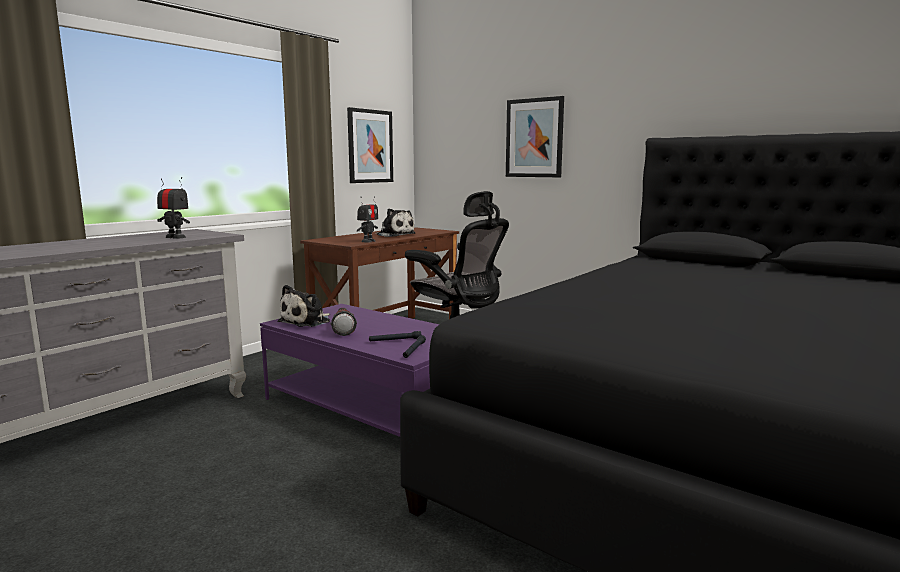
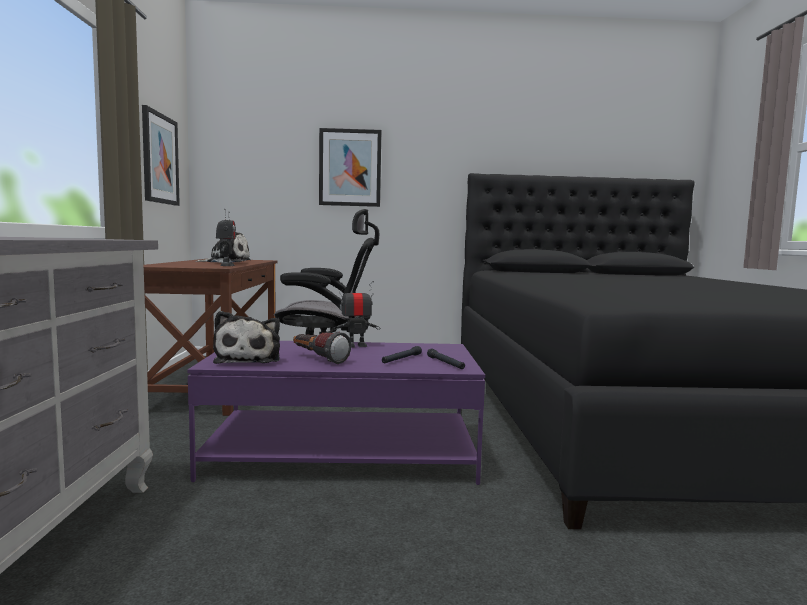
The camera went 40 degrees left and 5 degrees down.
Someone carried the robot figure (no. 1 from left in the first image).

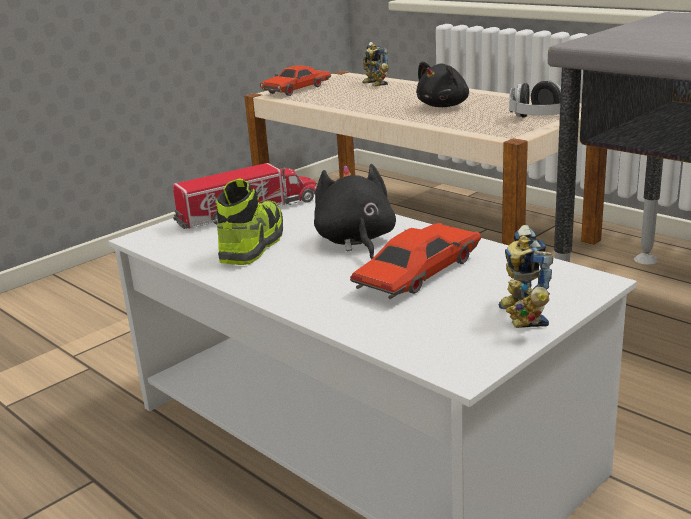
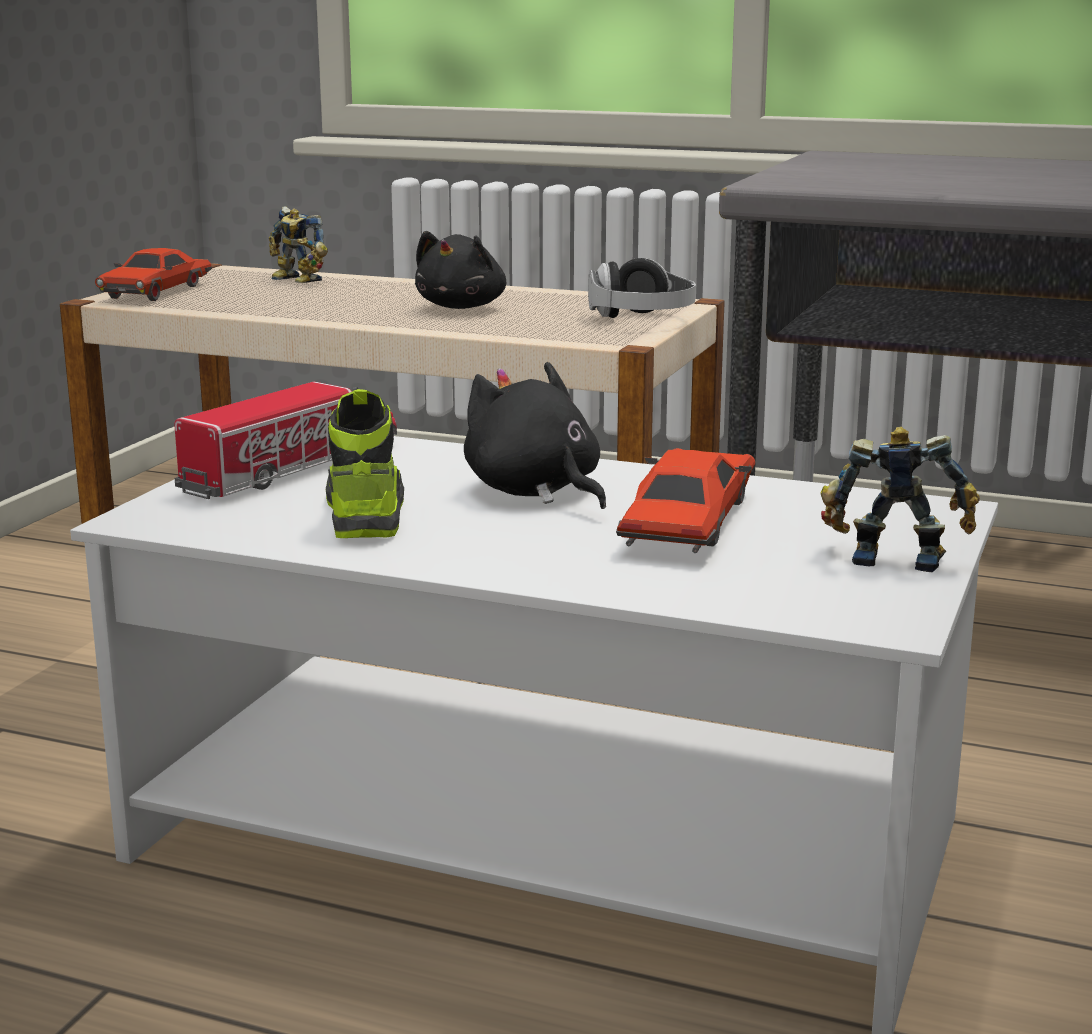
The camera went 25 degrees left and 5 degrees down.
Someone rotated the robot figure (no. 2 from left) by 135 degrees clockwise.

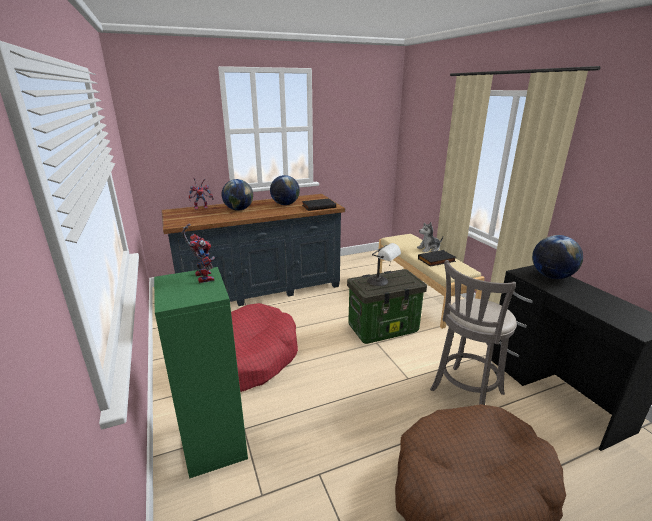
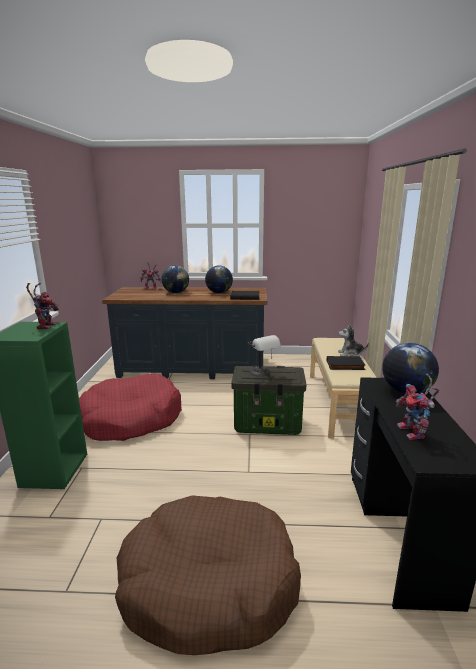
The camera went 25 degrees right and 5 degrees down.
Someone took away the stool in grey.
Someone put down the robot figure (no. 3 from left).

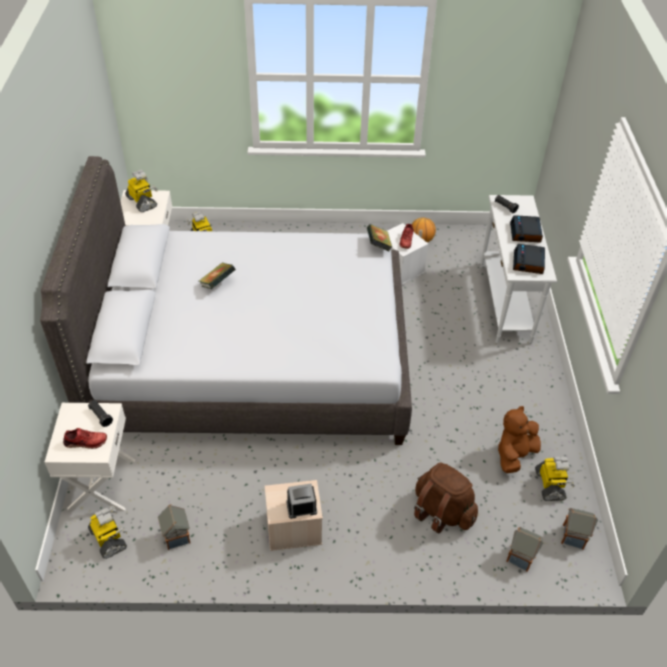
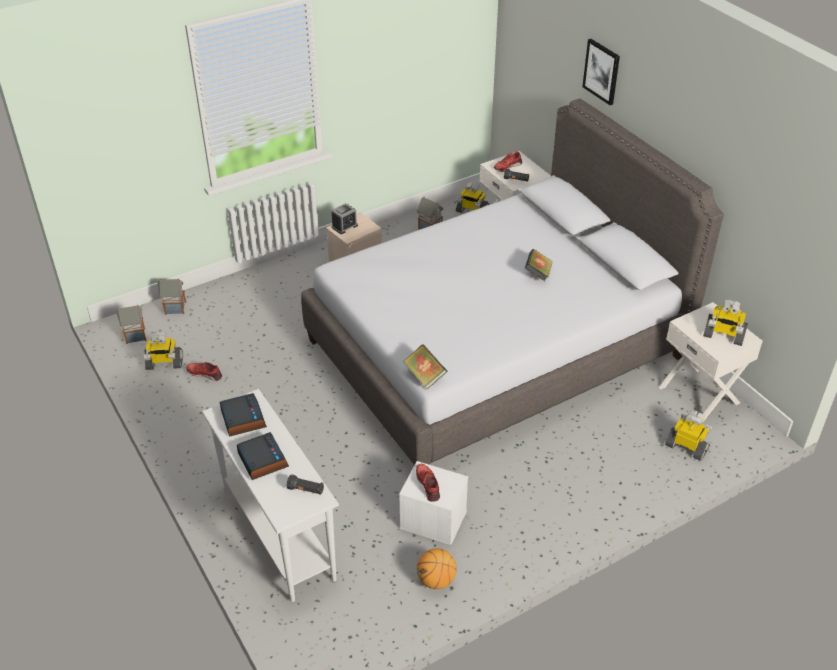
The camera went 150 degrees right and 5 degrees down.
Someone took away the rucksack in brown.
Someone put up the wall picture.
Someone swapped the plush toy in brown for the shoe in red (no. 1 from left).
Someone rotated the robot figure (no. 4 from left in the first image) by 60 degrees counterclockwise.

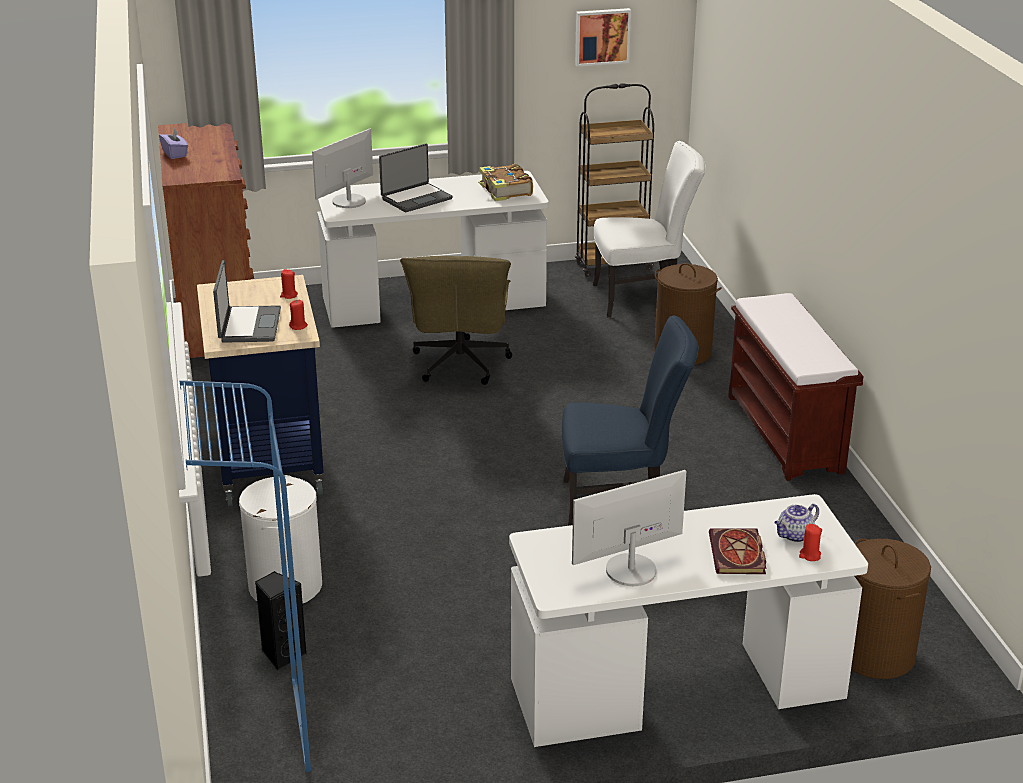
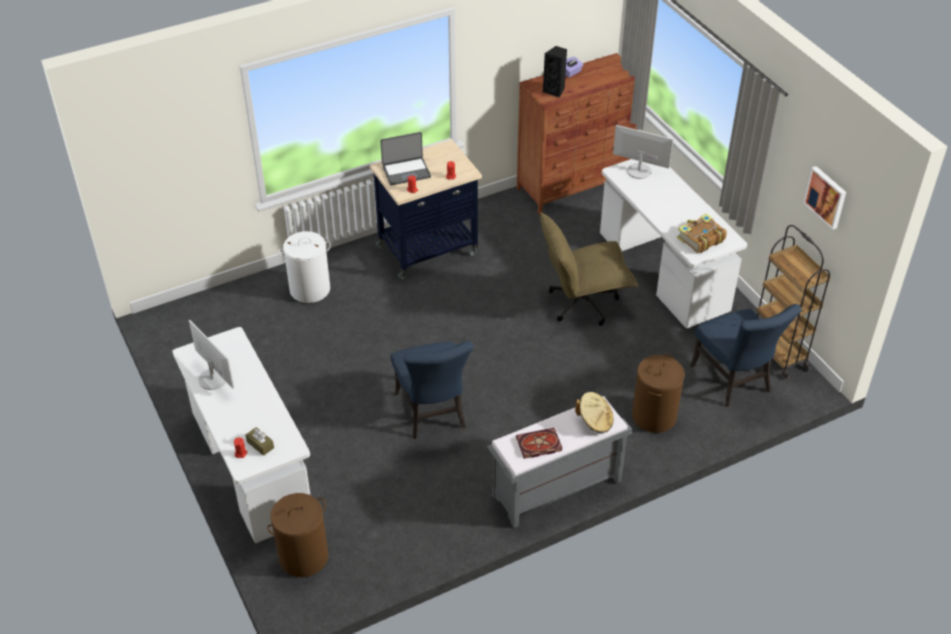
The camera went 75 degrees right and 15 degrees up.
Someone took away the garment rack in blue.
Someone took away the laptop (no. 2 from left).
Someone put down the wearable hat in beige-coloured.
Someone carried the loudspeaker in black-coloured.
Someone carried the volume (no. 2 from left in the first image).
Someone swapped the tea pot for the tissue box in brown.
Someone repainted the chair in white-coloured, which became the chair in blue (no. 2 from left).
Someone repainted the bench in brown, which became the bench in grey.

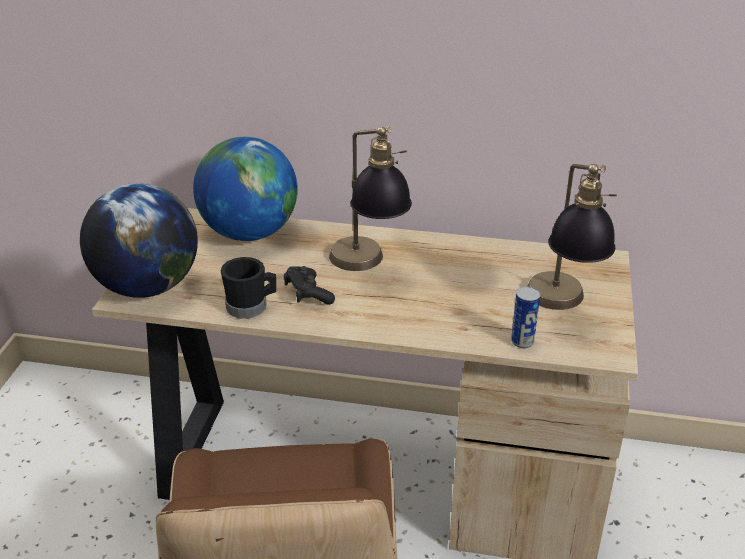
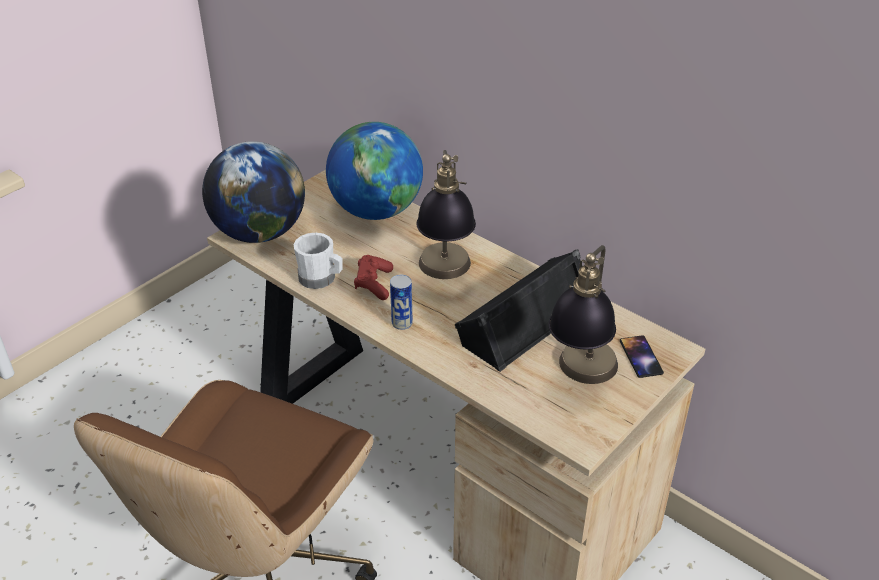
The camera went 30 degrees right and 5 degrees up.
Someone put down the loudspeaker in black-coloured.
Someone put down the telephone.
Someone carried the metal can.
Someone repainted the coffee mug in black-coloured, which became the coffee mug in white-coloured.
Someone repainted the joypad in black-coloured, which became the joypad in red.

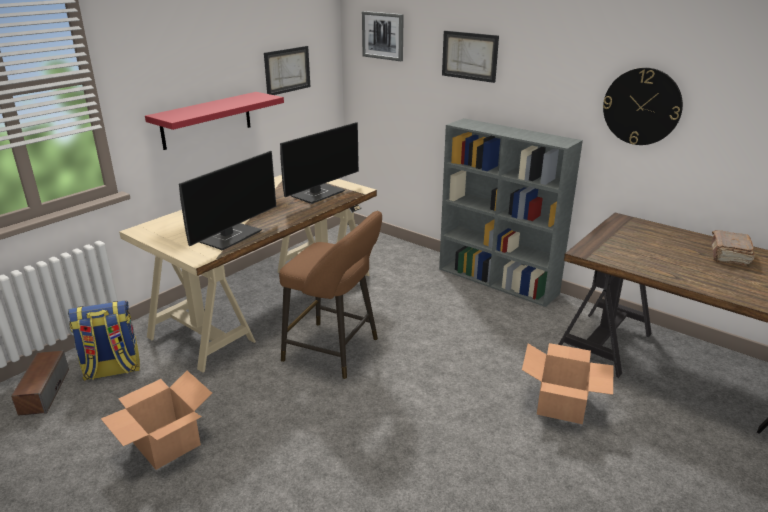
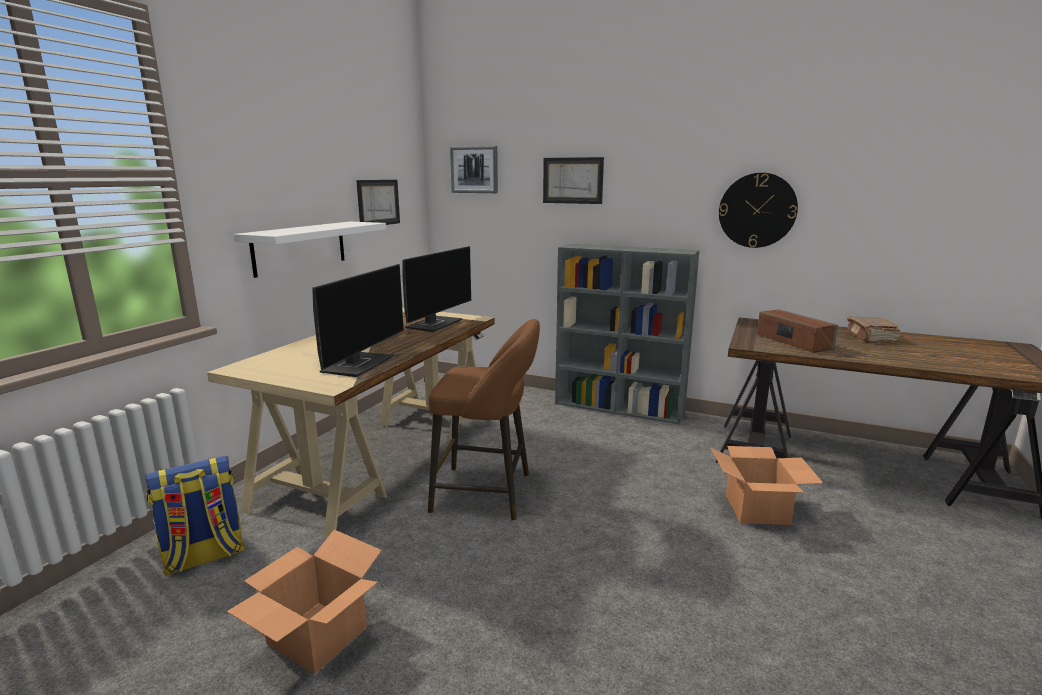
The camera went 15 degrees left and 10 degrees down.
Someone carried the loudspeaker.
Someone repainted the wall shelf in red, which became the wall shelf in white-coloured.

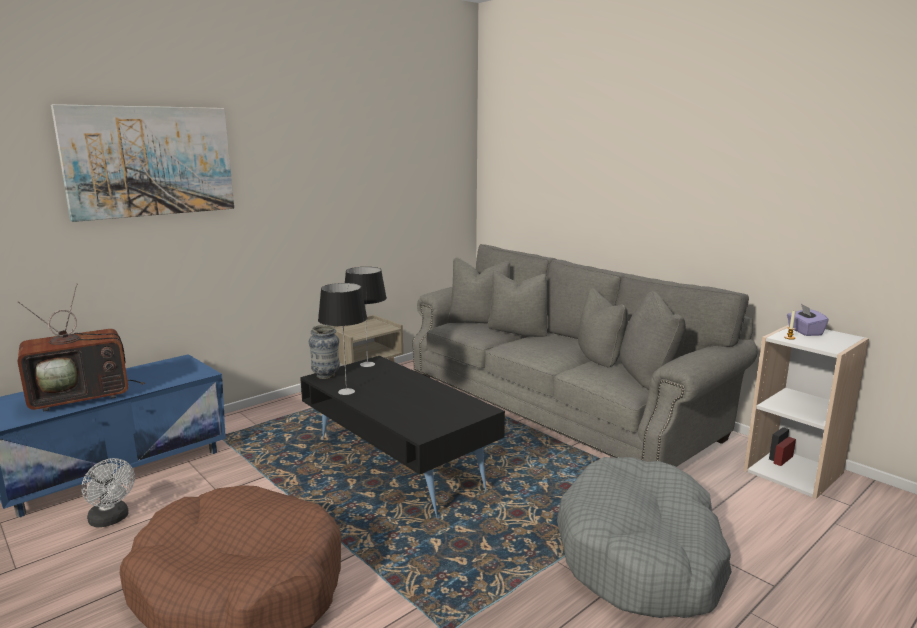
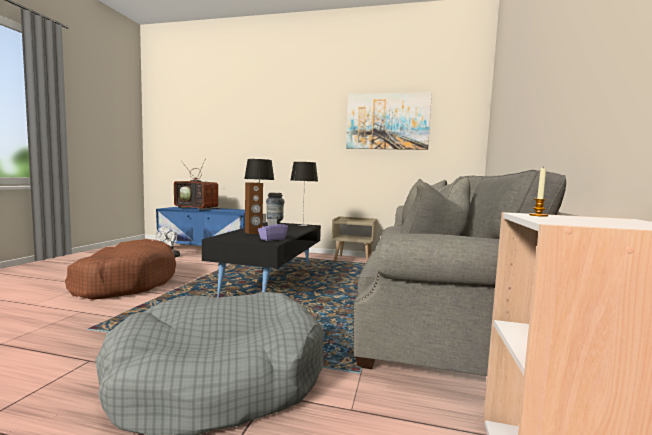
The camera went 55 degrees right and 10 degrees down.
Someone put down the loudspeaker in brown.
Someone carried the wall picture.
Someone carried the tissue box in purplish.

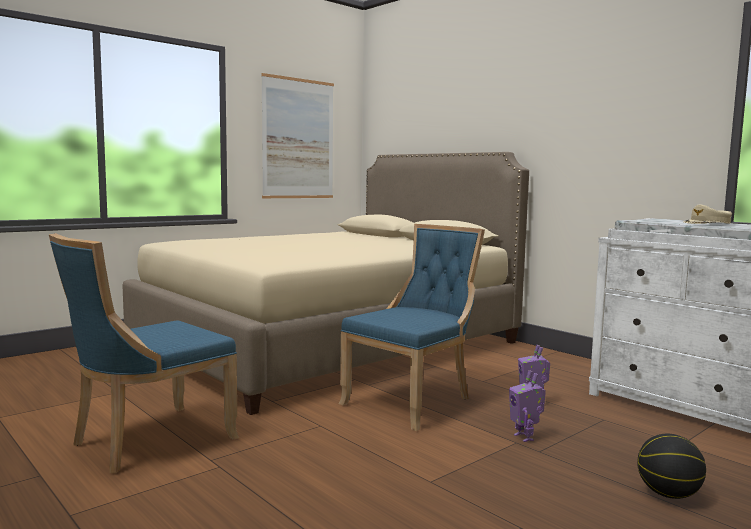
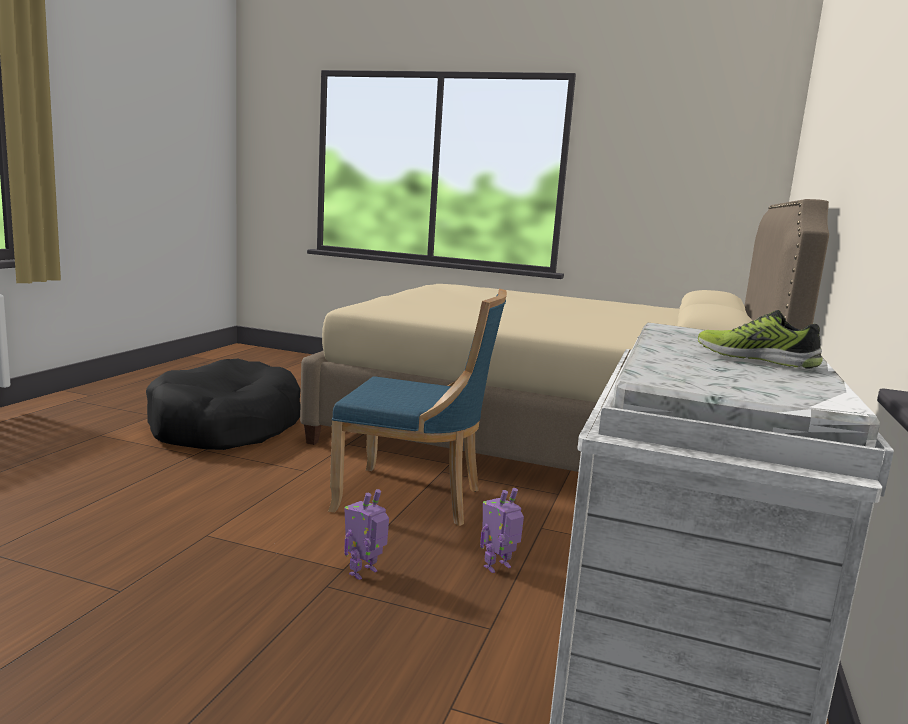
The camera went 60 degrees right and 5 degrees up.
Someone took away the wall picture.
Someone took away the ball for basketball.
Someone swapped the chair in blue (no. 1 from left) for the dog bed in black-coloured.
Someone swapped the baseball cap in beige-coloured for the shoe.

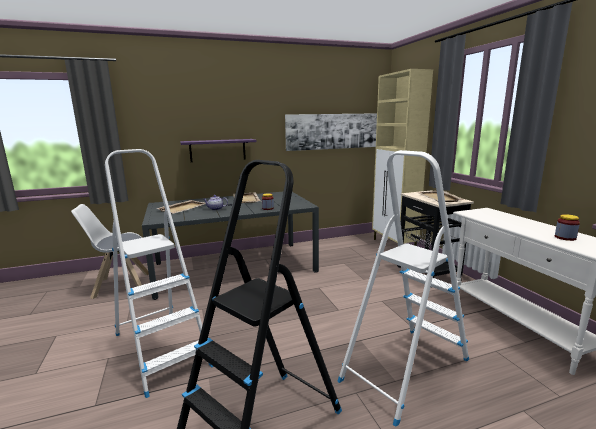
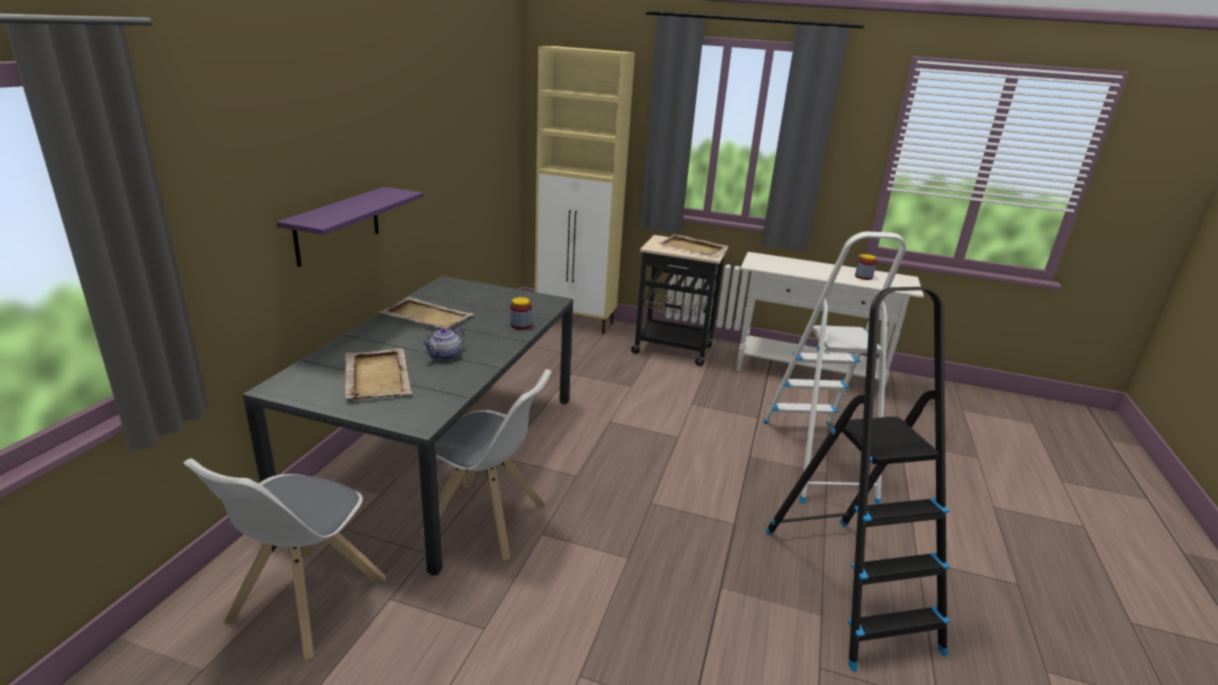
The camera went 55 degrees left and 10 degrees up.
Someone took away the step ladder in white-coloured (no. 1 from left).
Someone took away the wall picture.
Someone put down the chair (no. 2 from left).

